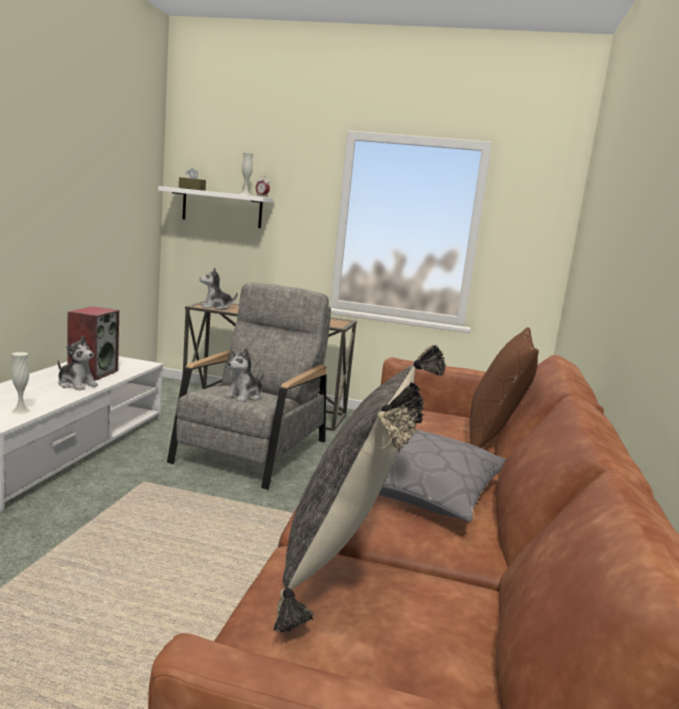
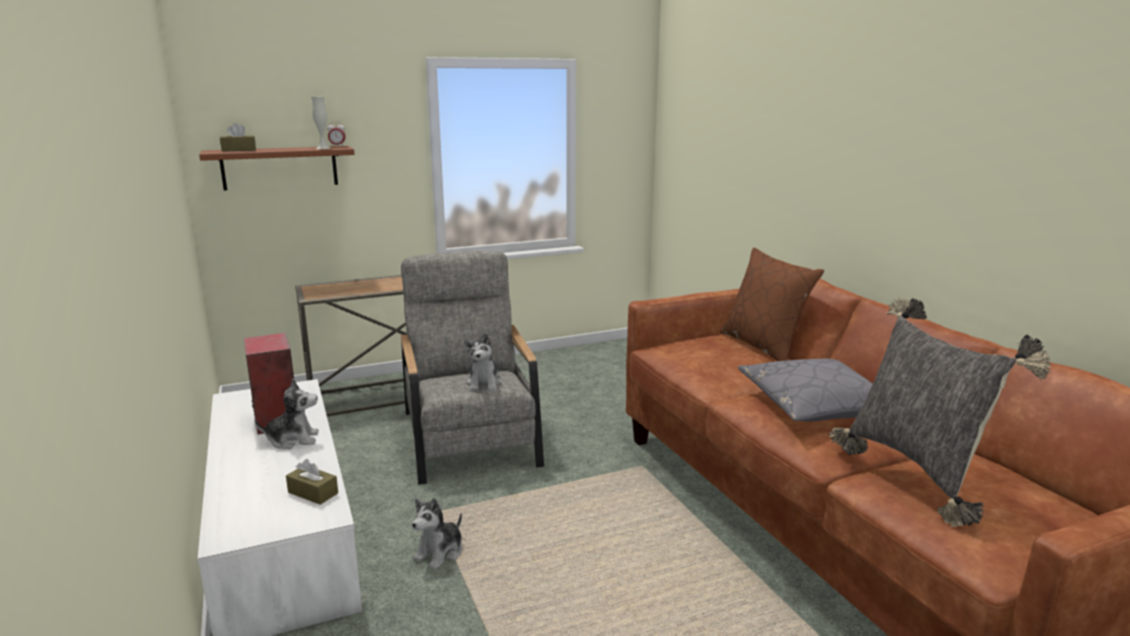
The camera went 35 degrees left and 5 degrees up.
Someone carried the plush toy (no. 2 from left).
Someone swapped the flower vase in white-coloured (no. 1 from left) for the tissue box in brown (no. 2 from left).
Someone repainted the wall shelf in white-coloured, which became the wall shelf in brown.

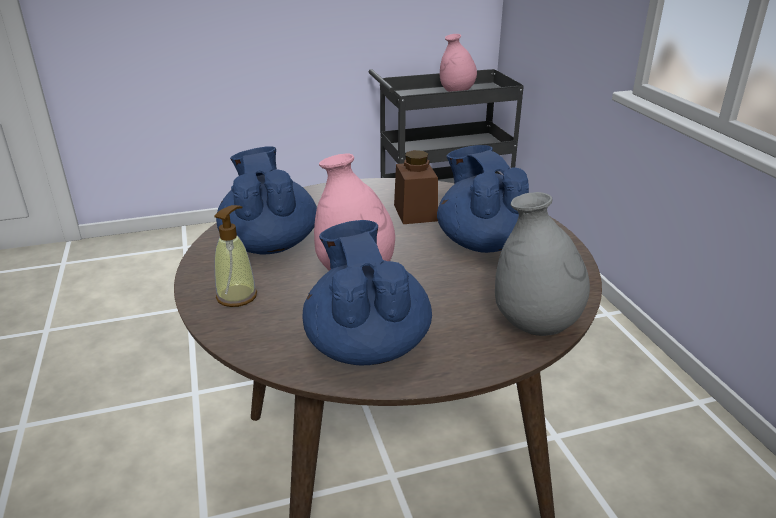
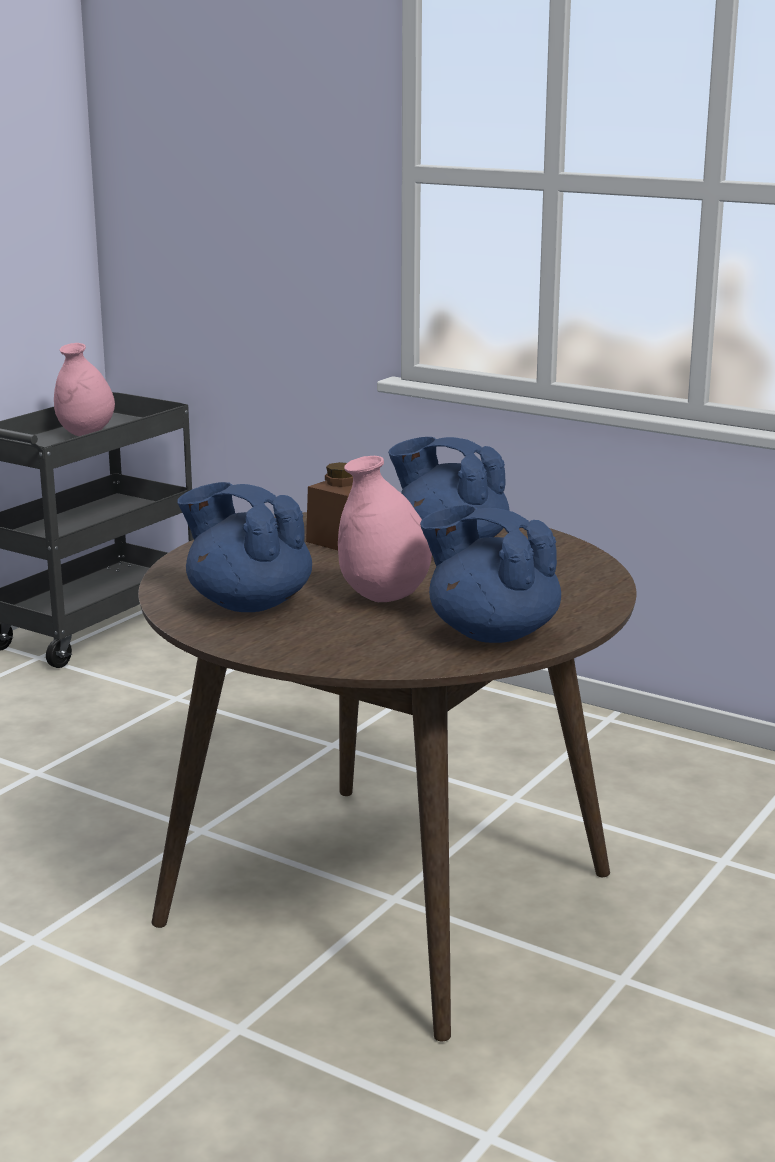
The camera went 40 degrees left and 10 degrees down.
Someone took away the soap bottle.
Someone took away the flower vase in grey.

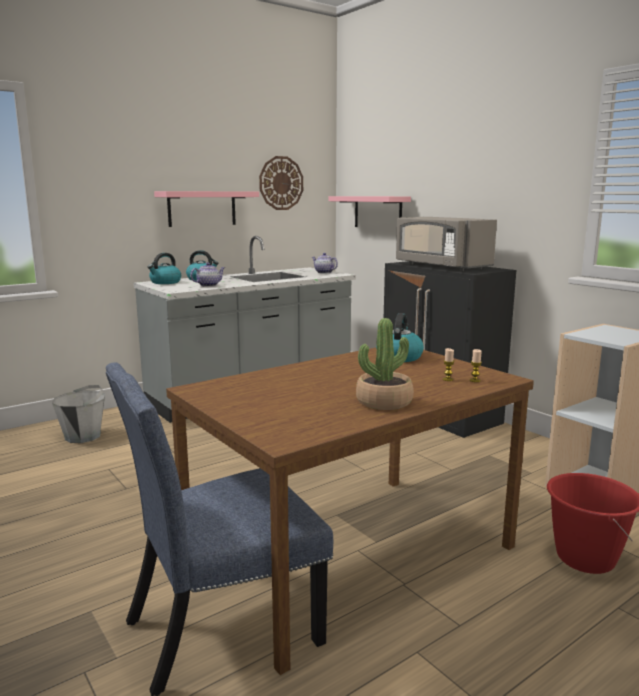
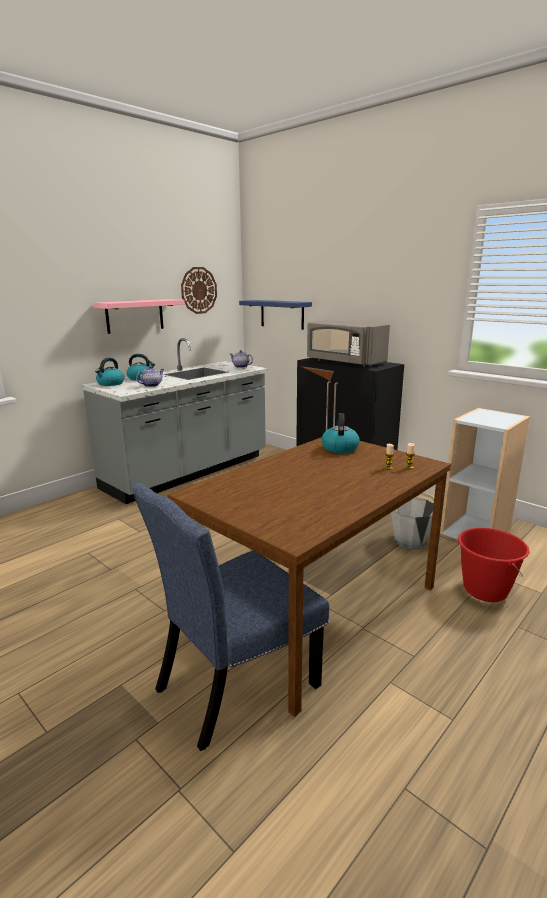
The camera went 10 degrees left and 5 degrees up.
Someone took away the potted plant.
Someone carried the bucket in grey.
Someone repainted the wall shelf in pink-coloured (no. 2 from left), which became the wall shelf in blue.

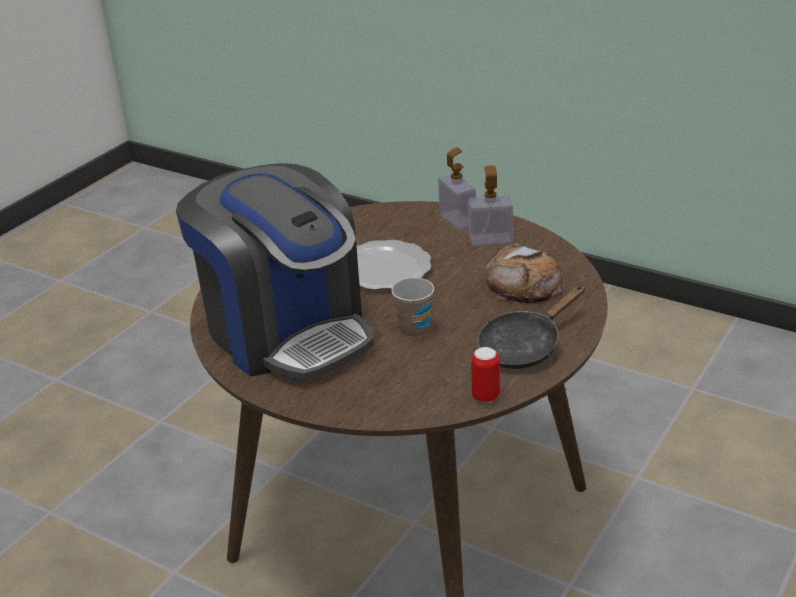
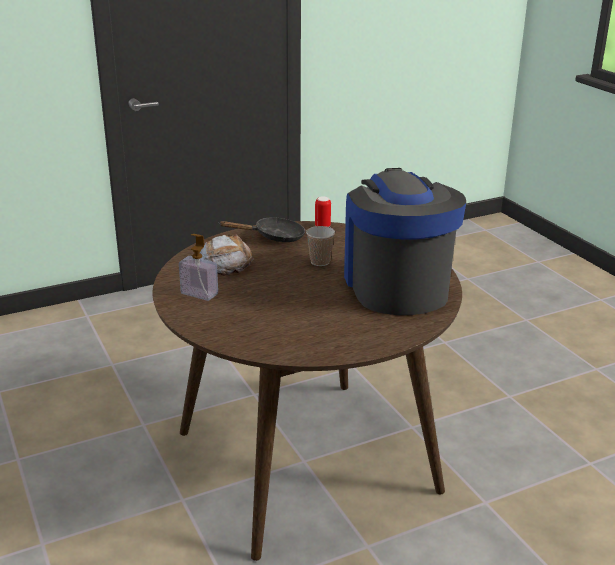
The camera went 150 degrees left and 5 degrees down.
Someone took away the flat dish.
Someone took away the soap bottle (no. 1 from left).

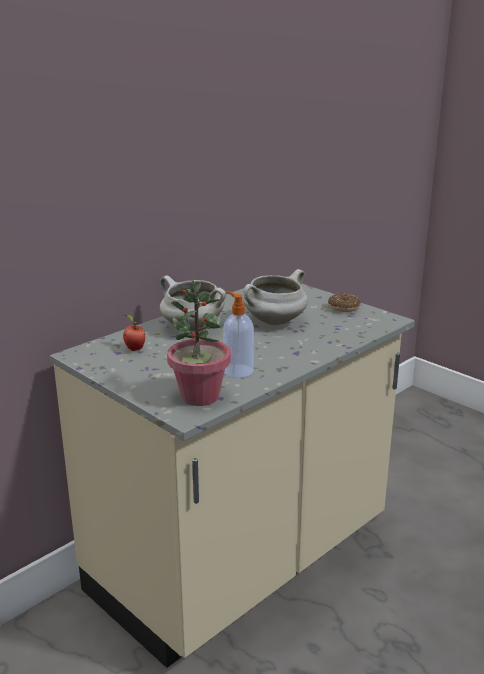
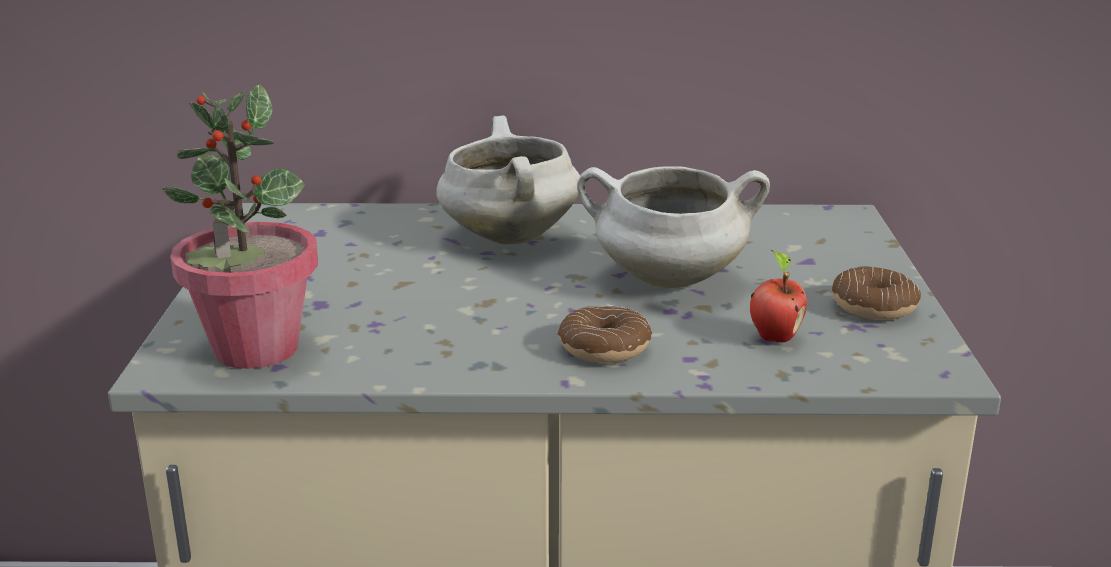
The camera went 45 degrees right and 0 degrees up.
Someone took away the soap bottle.
Someone put down the donut (no. 1 from left).
Someone carried the whole apple.

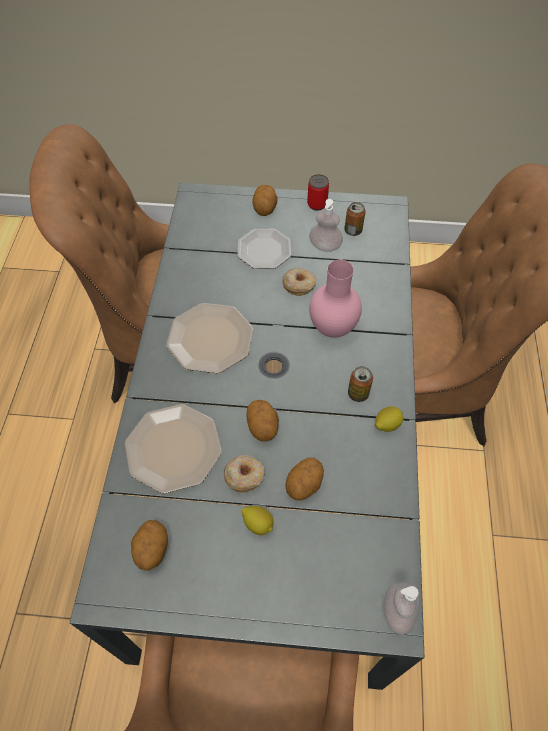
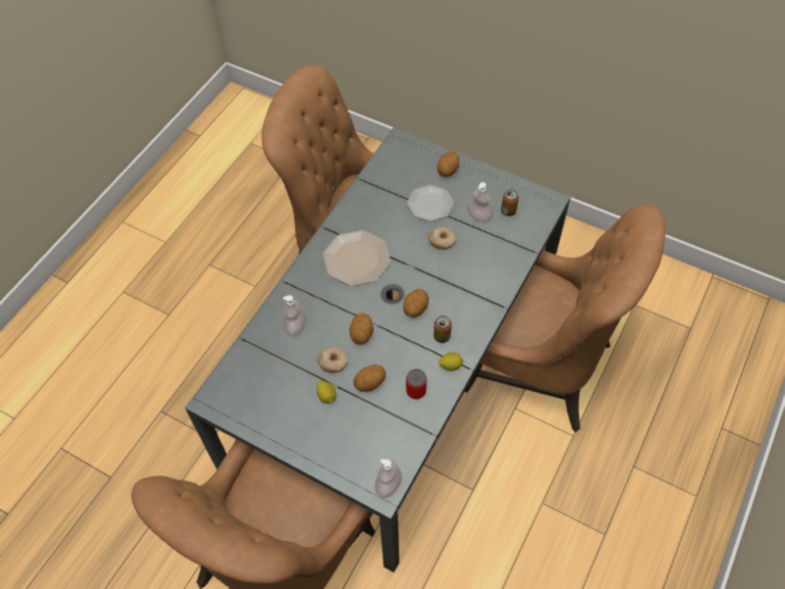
The camera went 25 degrees right and 0 degrees up.
Someone took away the flower vase in pink-coloured.
Someone carried the potato (no. 1 from left in the first image).
Someone carried the metal can (no. 1 from left).
Someone swapped the flat dish (no. 1 from left) for the soap bottle (no. 1 from left).

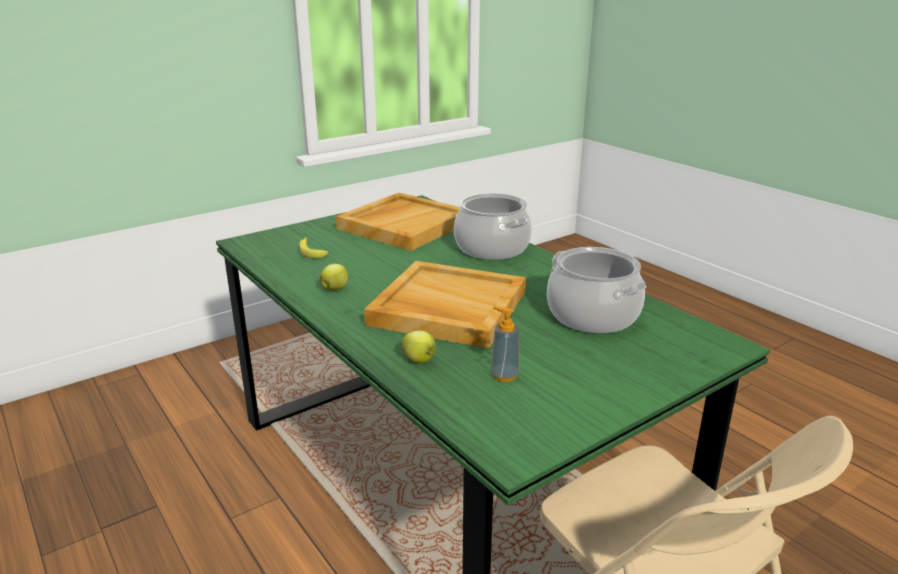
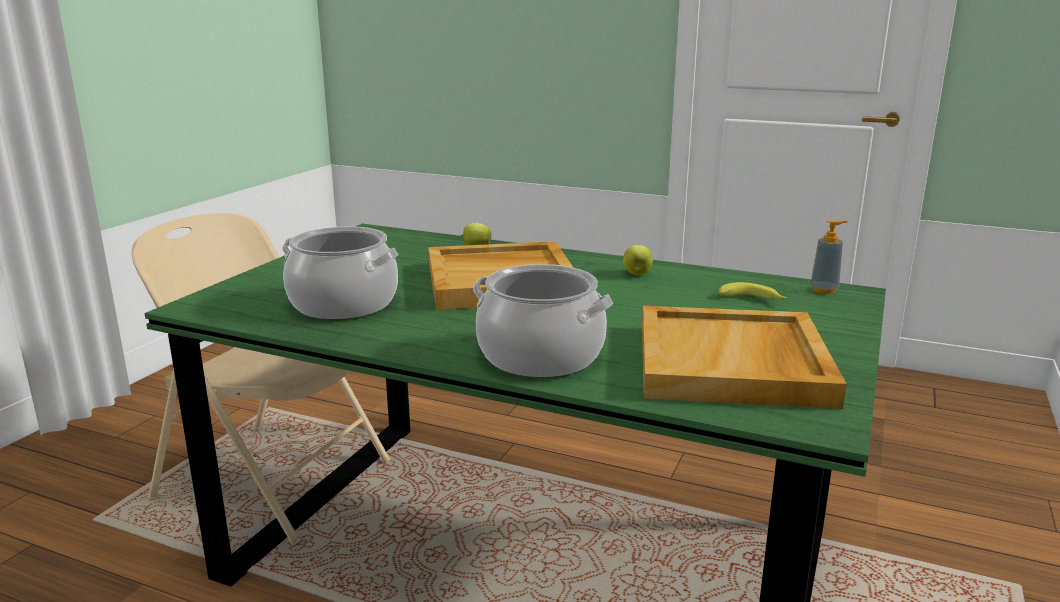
The camera went 150 degrees right and 5 degrees down.
Someone carried the soap bottle.

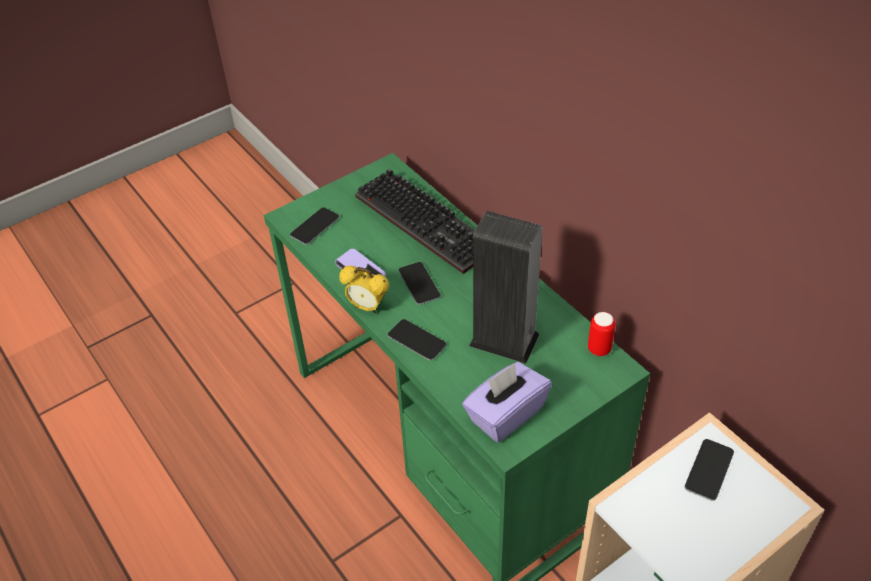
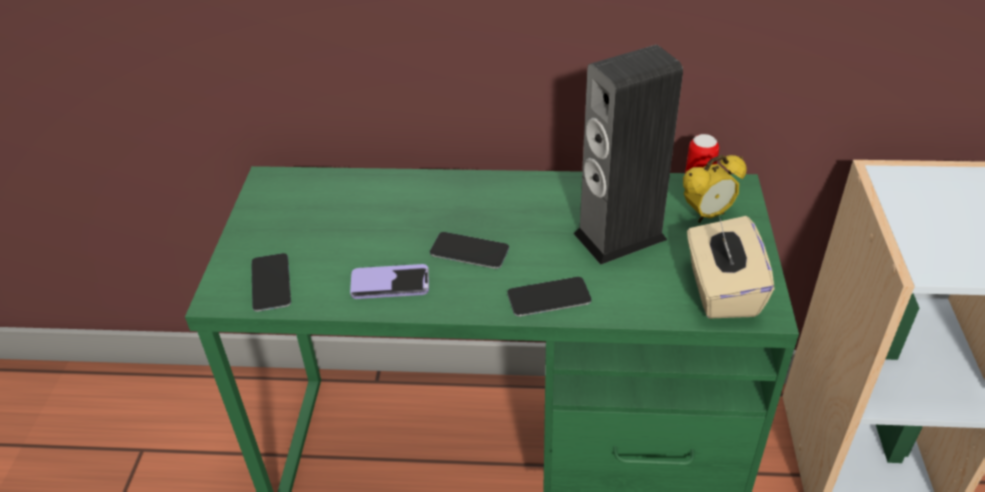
The camera went 50 degrees left and 5 degrees down.
Someone took away the PC keyboard.
Someone took away the telephone (no. 5 from left).
Someone carried the bedside clock.
Someone repainted the tissue box in purplish, which became the tissue box in beige-coloured.

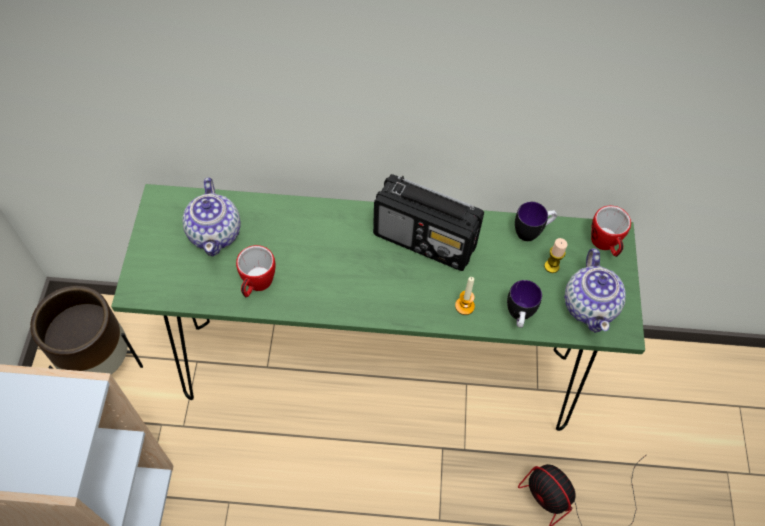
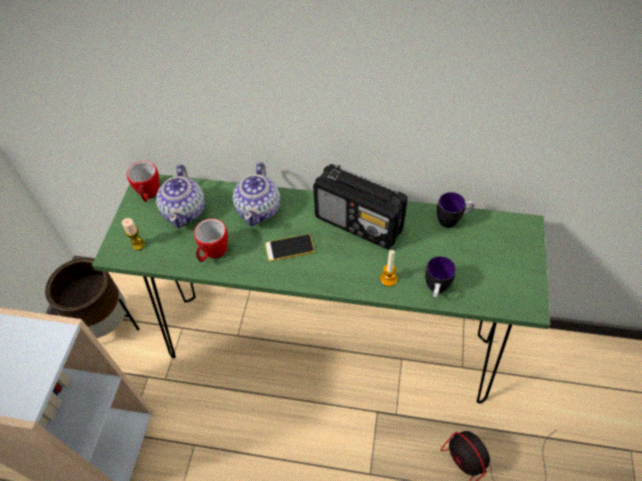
The camera went 10 degrees right and 5 degrees down.
Someone put down the telephone.
Someone carried the wax candle (no. 2 from left in the first image).
Someone carried the tea pot (no. 2 from left).
Someone carried the coffee mug (no. 4 from left in the first image).

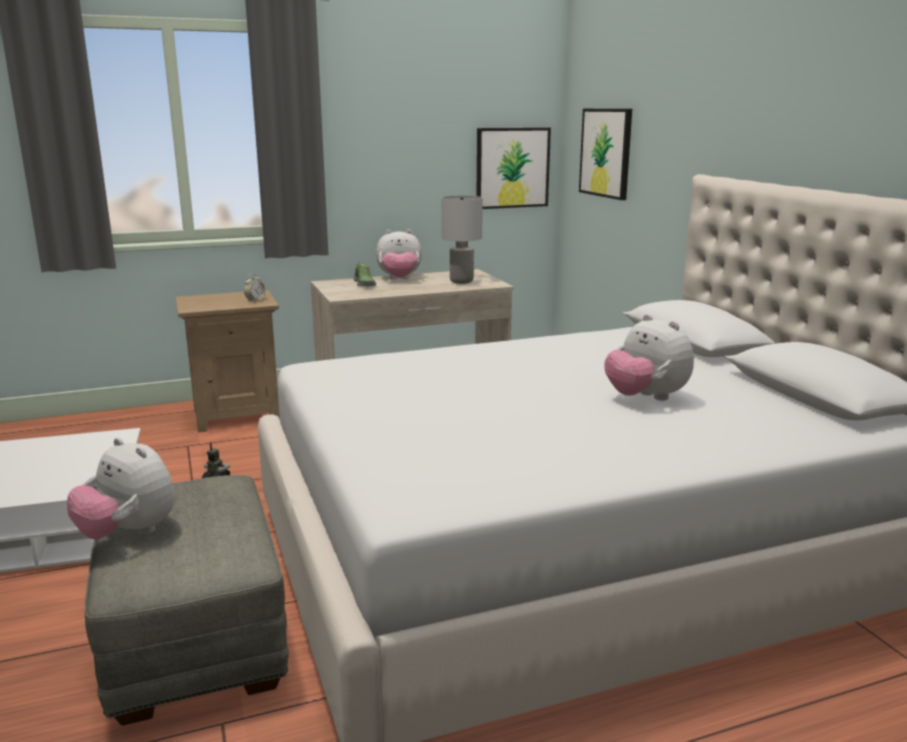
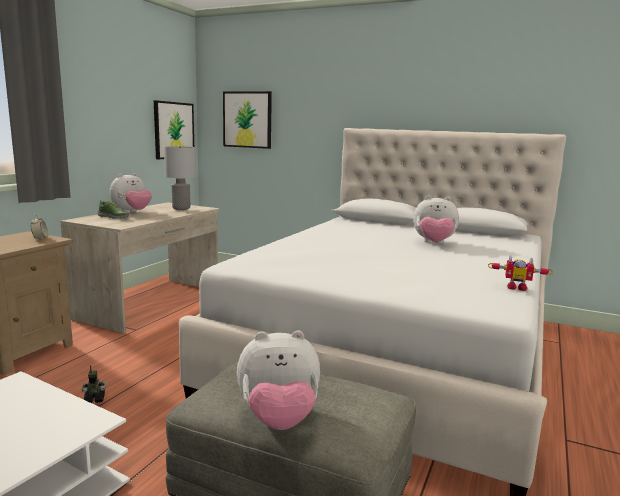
The camera went 45 degrees left and 5 degrees down.
Someone put down the robot figure (no. 2 from left).

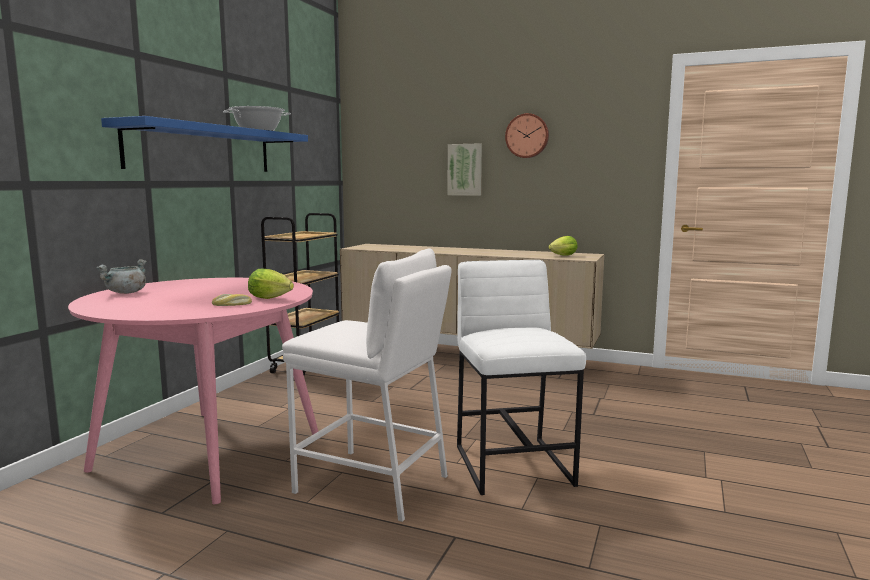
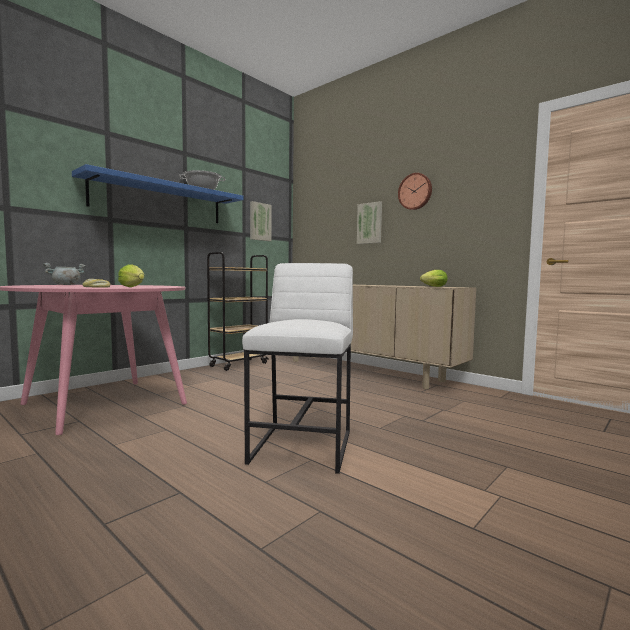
The camera went 20 degrees right and 5 degrees down.
Someone took away the stool in white-coloured.
Someone put up the wall picture (no. 1 from left).

